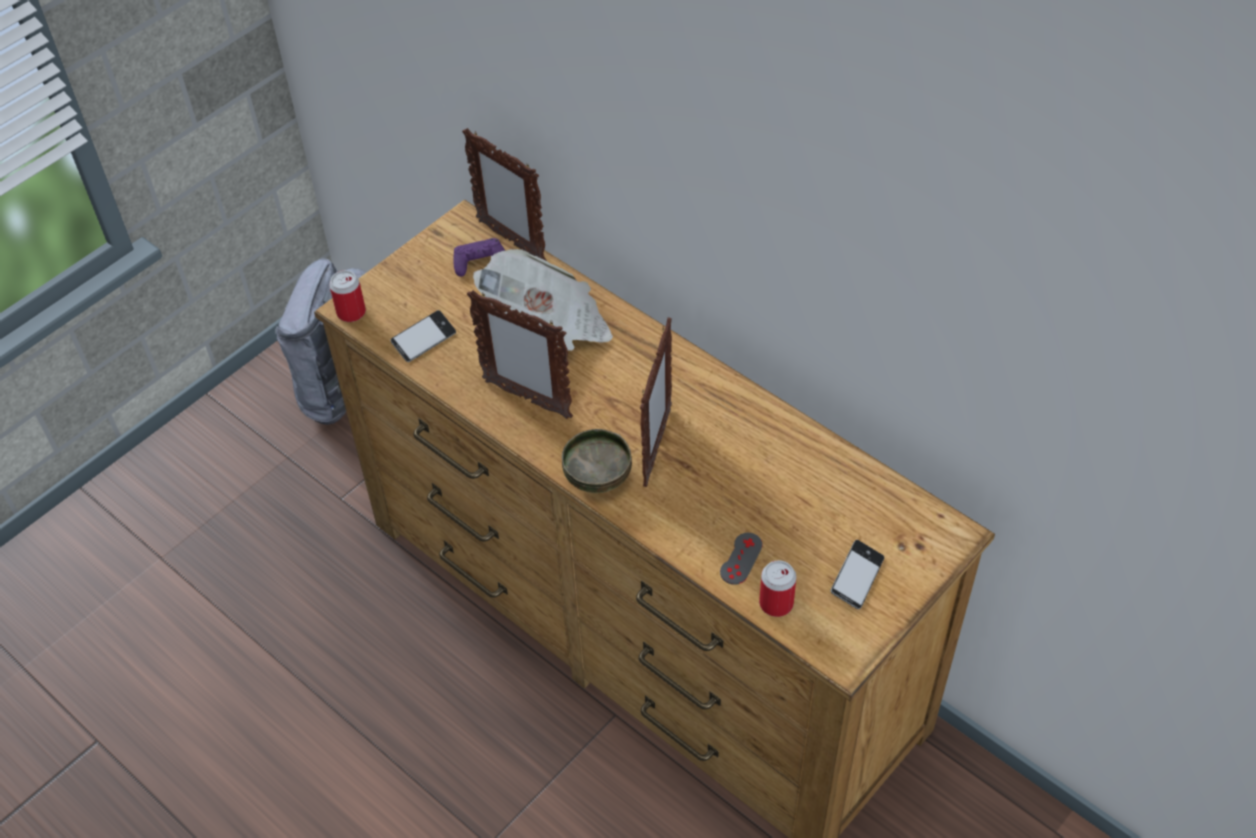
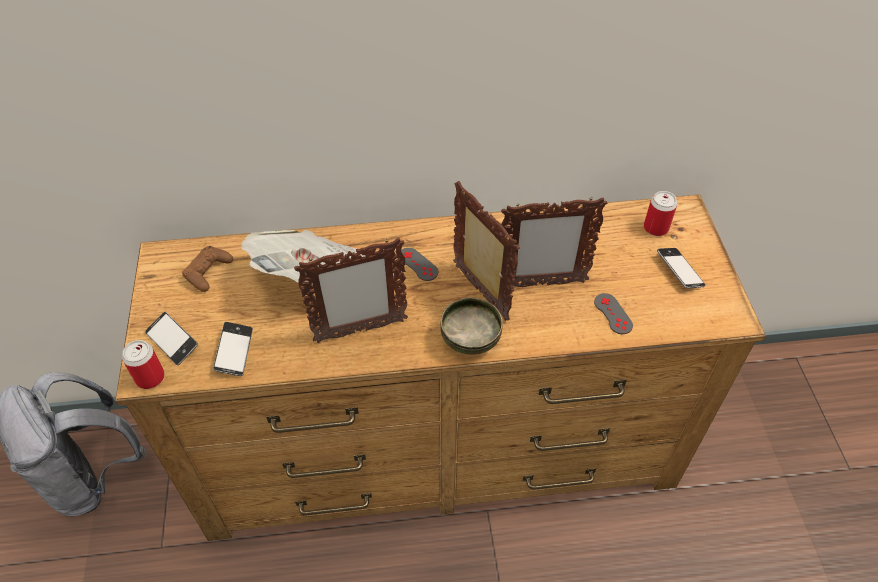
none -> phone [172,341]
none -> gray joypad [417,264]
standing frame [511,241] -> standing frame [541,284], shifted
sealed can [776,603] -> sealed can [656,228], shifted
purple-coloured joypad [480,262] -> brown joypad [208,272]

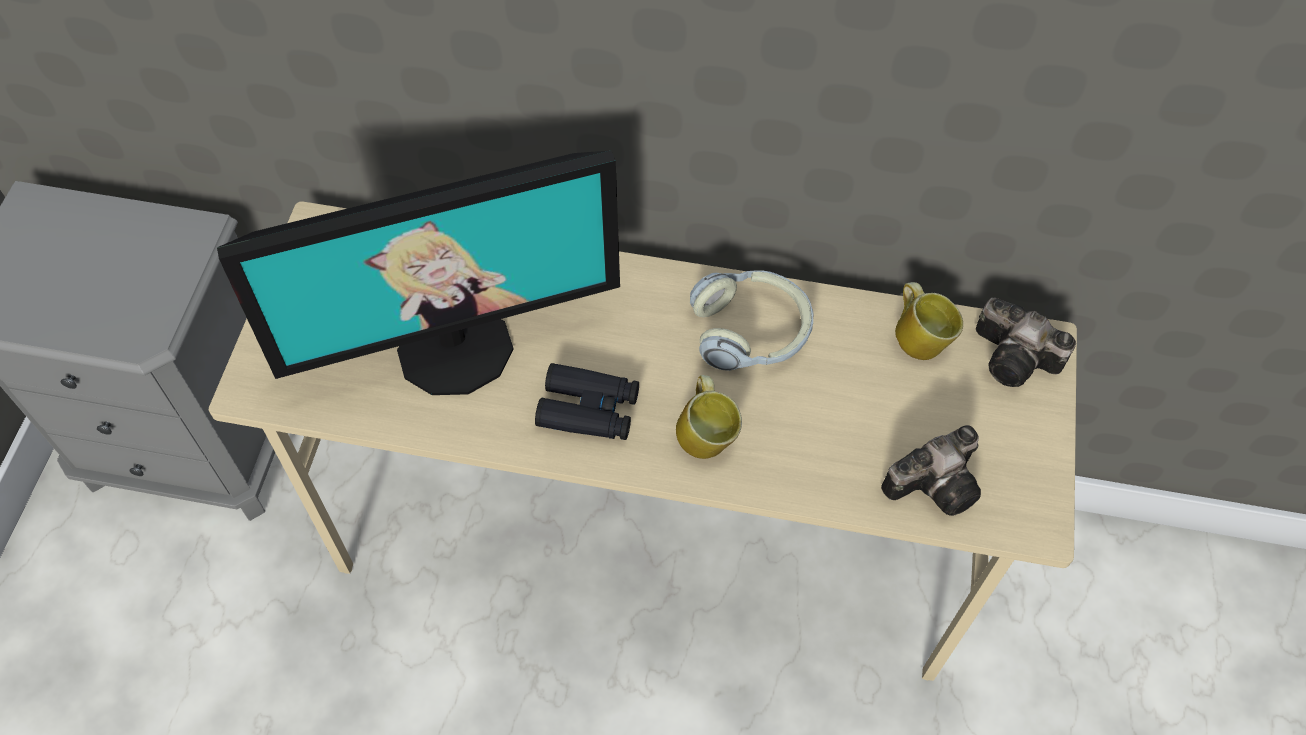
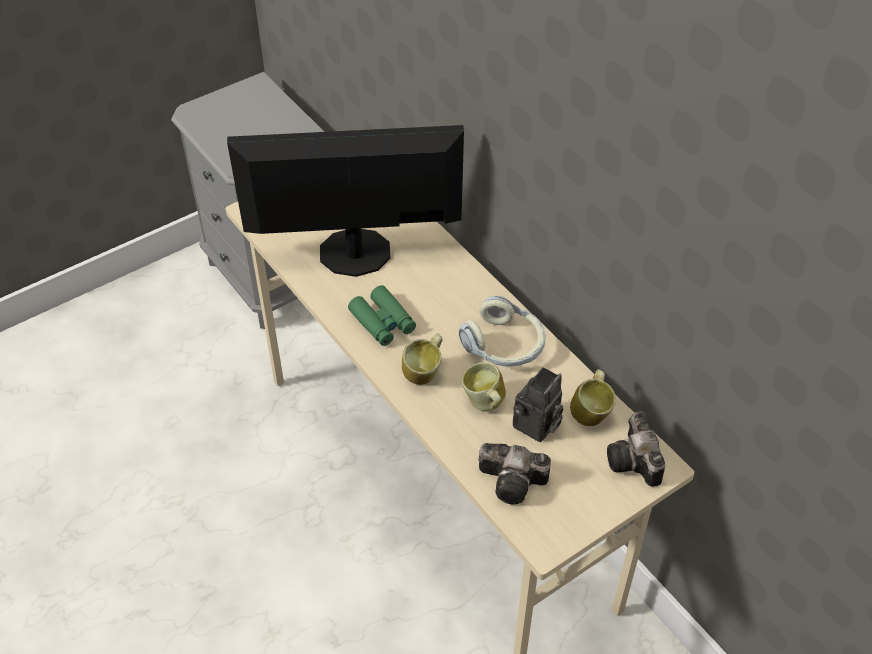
none -> tea mug [484,404]
none -> still camera [536,427]
black field glasses [588,409] -> green field glasses [383,322]
monitor [455,348] -> monitor [354,254], 150 degrees clockwise

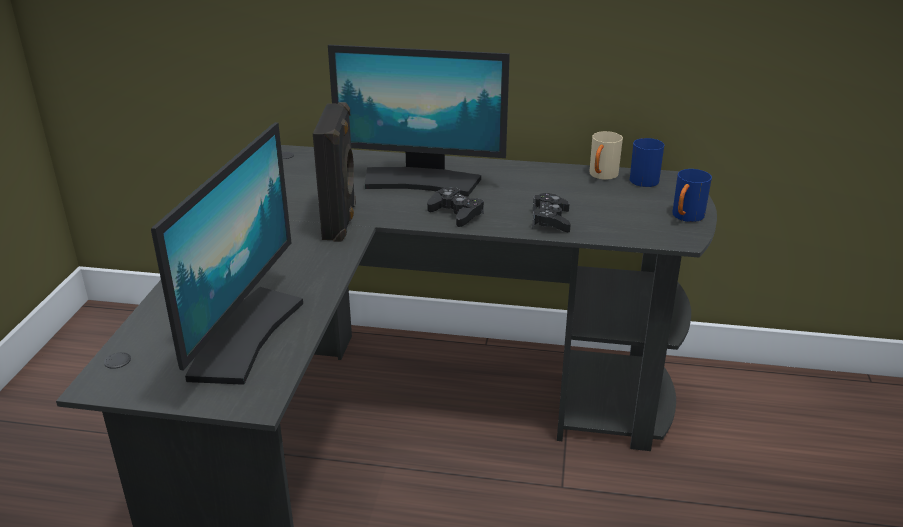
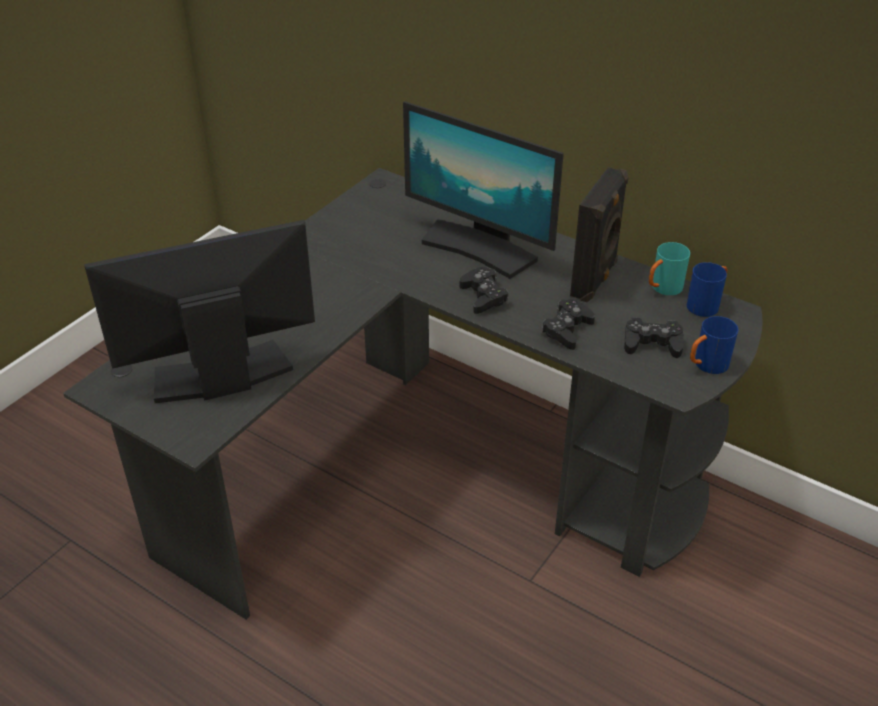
none -> black joypad [652,343]
black loudspeaker [341,222] -> black loudspeaker [595,279], shifted
beige-coloured tea mug [601,176] -> turquoise tea mug [662,289]
monitor [242,336] -> monitor [221,376], 150 degrees counterclockwise

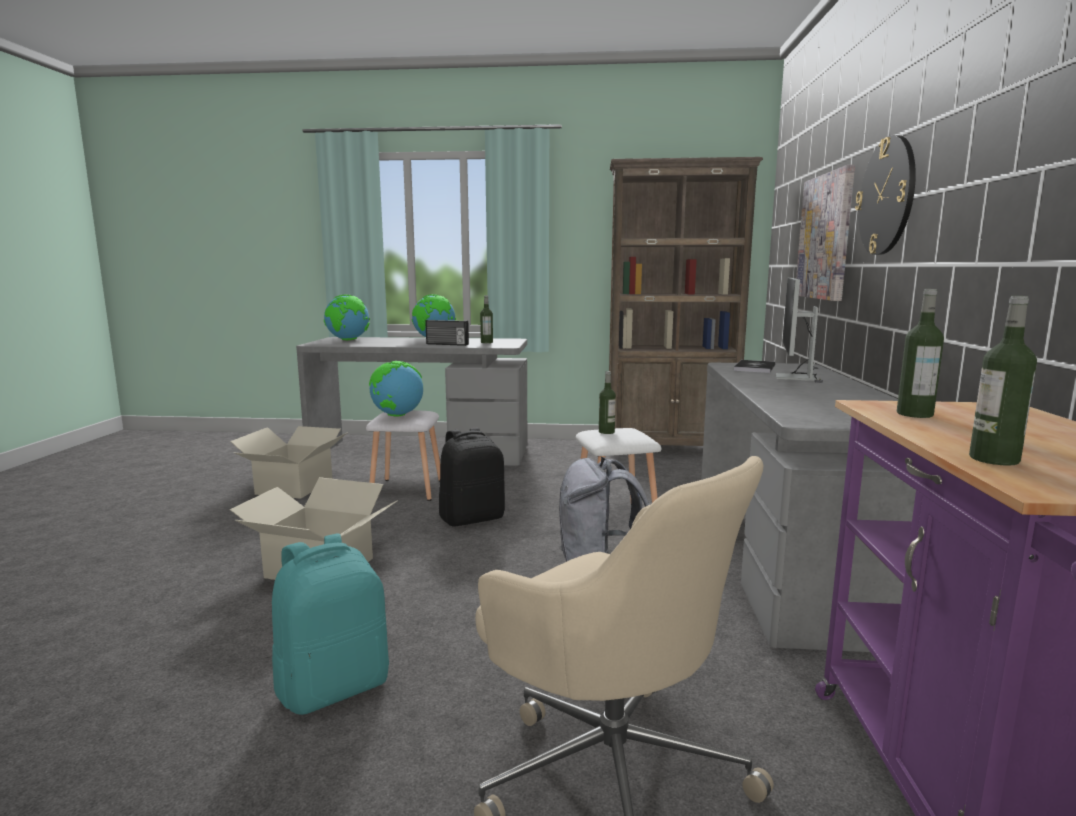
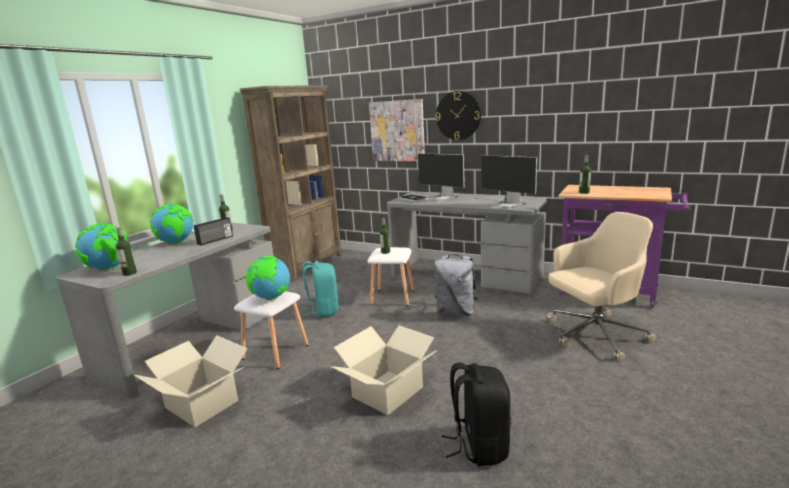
none -> monitor [505,204]
turquoise knapsack [334,686] -> turquoise knapsack [323,311], shifted
black knapsack [472,518] -> black knapsack [479,445], shifted
bottle [994,459] -> bottle [130,273], shifted

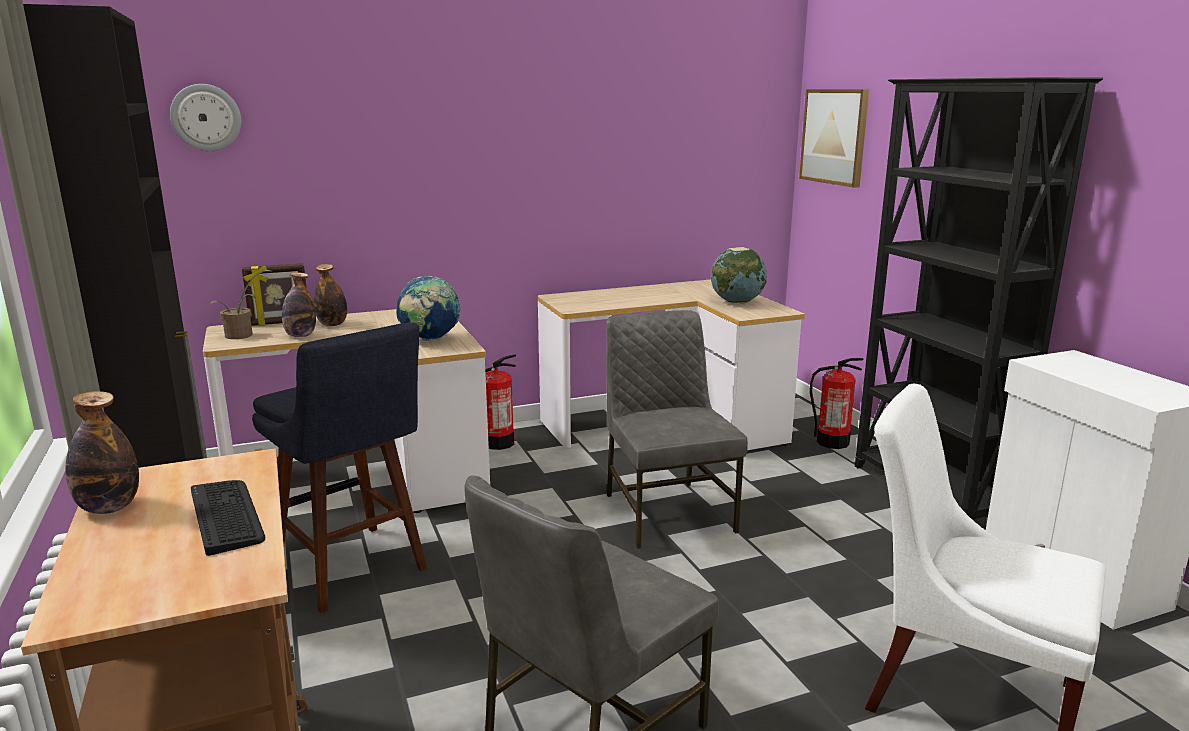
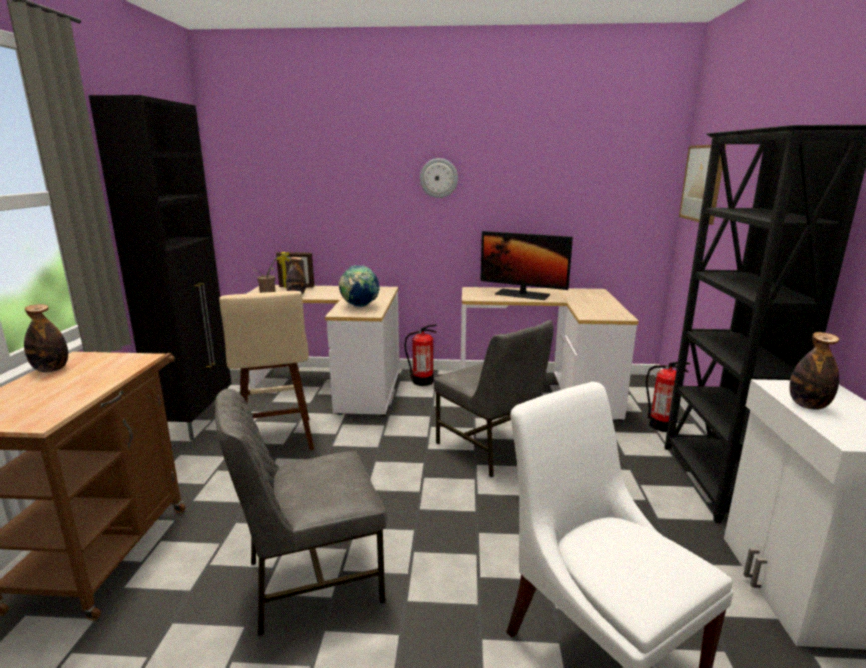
keyboard [227,516] -> none
desk globe [737,302] -> none
none -> monitor [522,294]
wall clock [206,117] -> wall clock [438,178], shifted
bottle [332,324] -> bottle [808,405], shifted
blue sitting stool [354,571] -> beige-coloured sitting stool [276,441]
gray upright chair [667,512] -> gray upright chair [490,449], 135 degrees clockwise

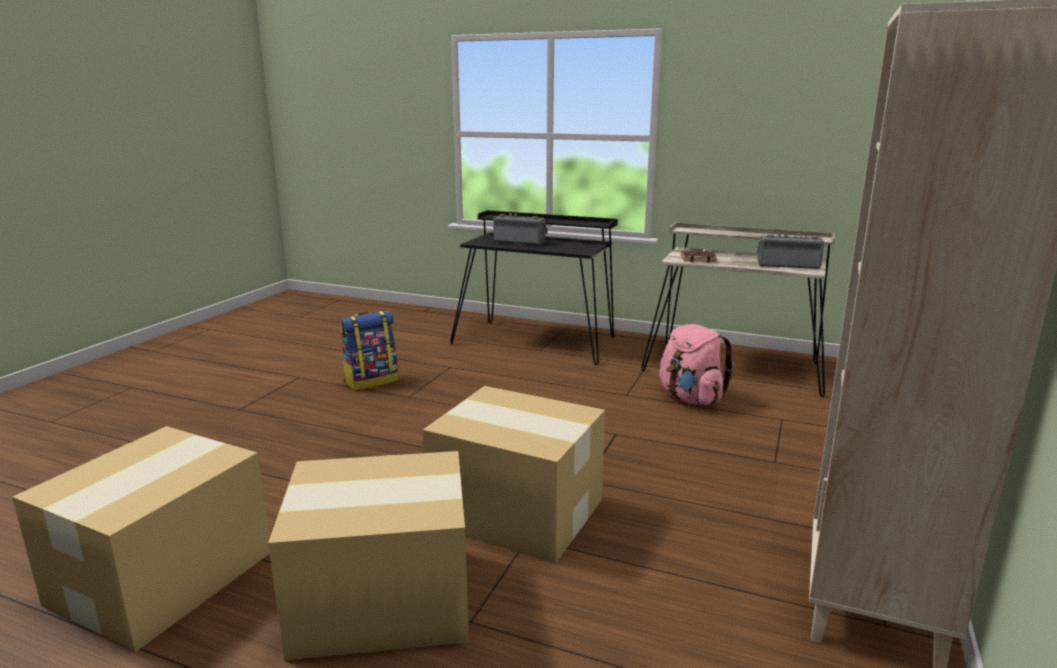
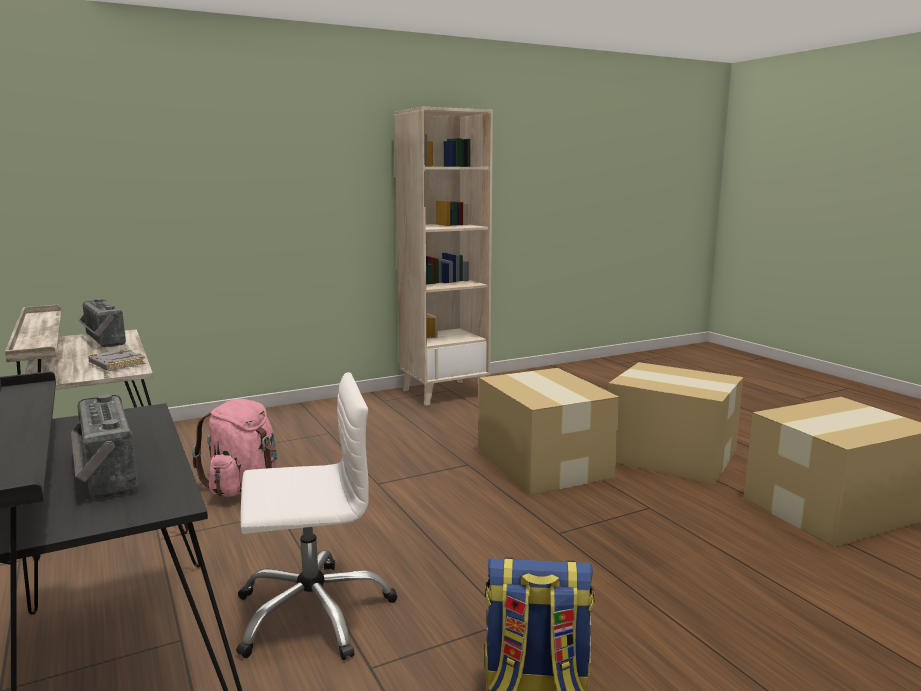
none -> white-coloured desk chair [313,612]
brown book [698,259] -> gray book [116,364]

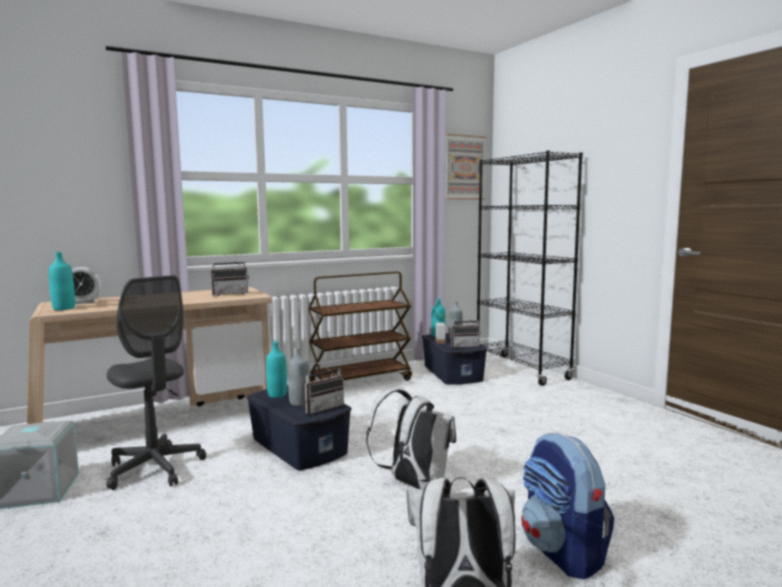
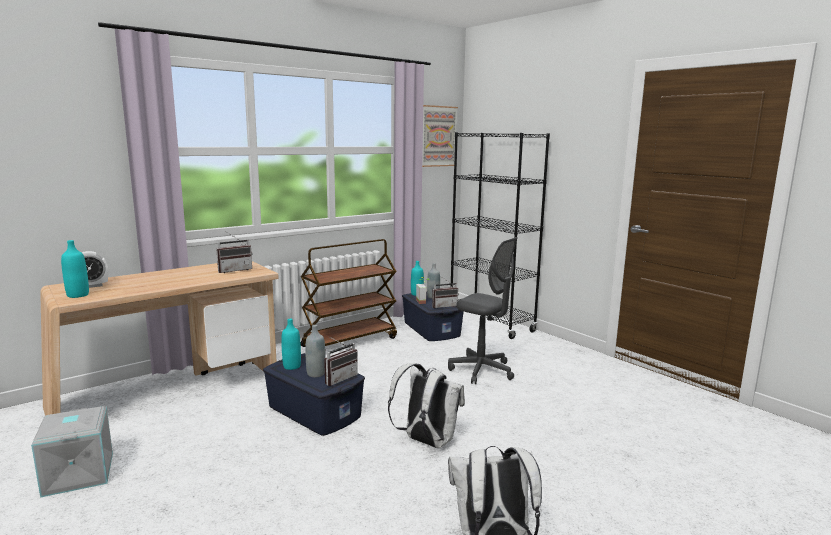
knapsack [563,552] -> none
gray desk chair [155,468] -> gray desk chair [481,370], shifted

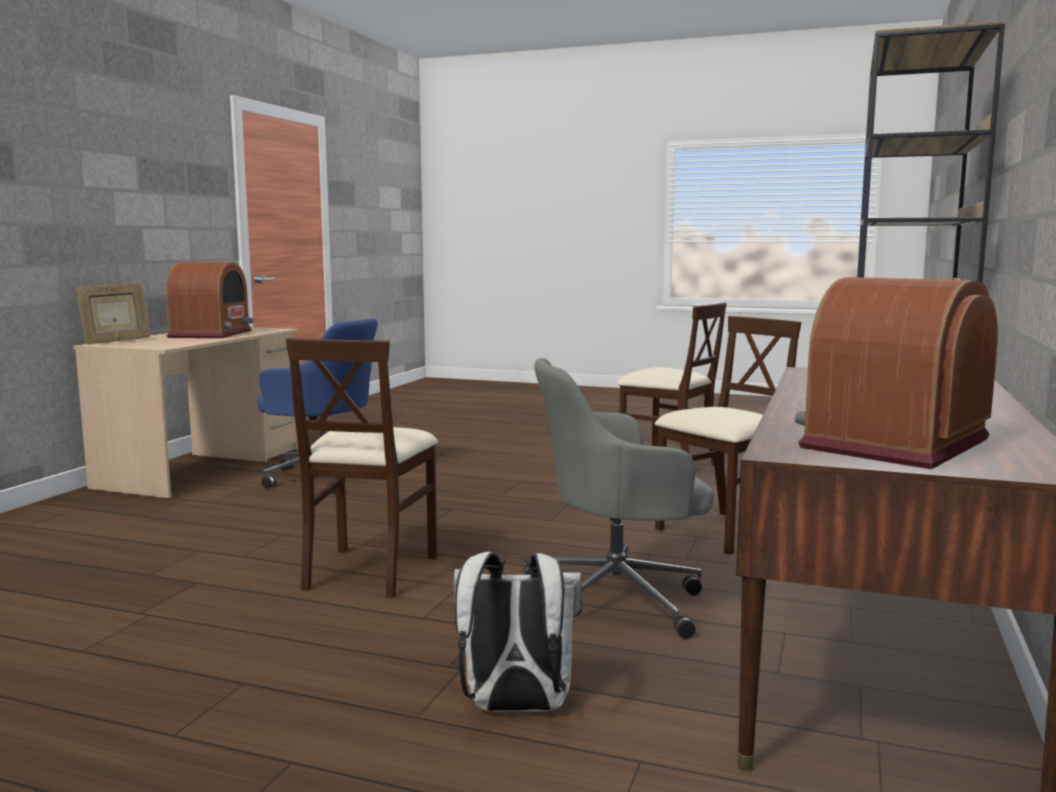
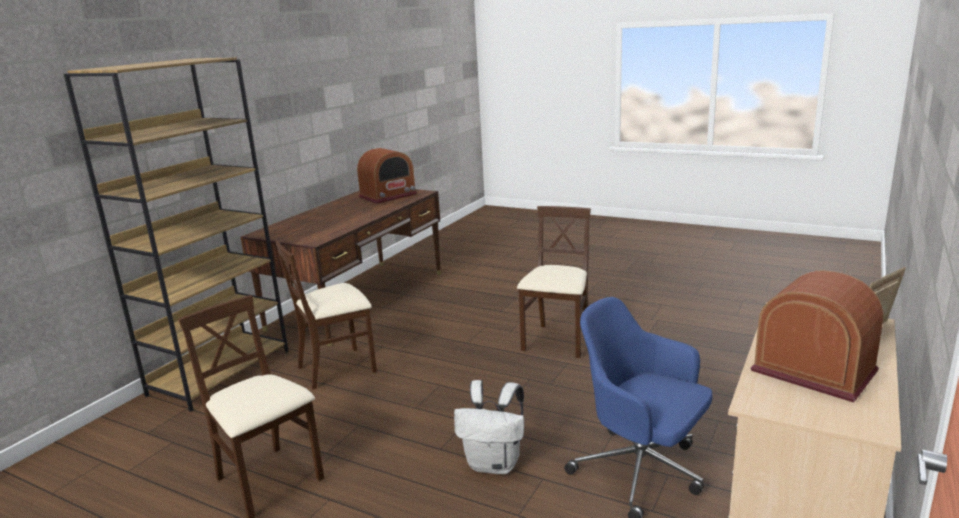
gray desk chair [618,599] -> none
white-coloured knapsack [515,708] -> white-coloured knapsack [495,464], shifted
radio set [211,334] -> radio set [813,370], 120 degrees clockwise

